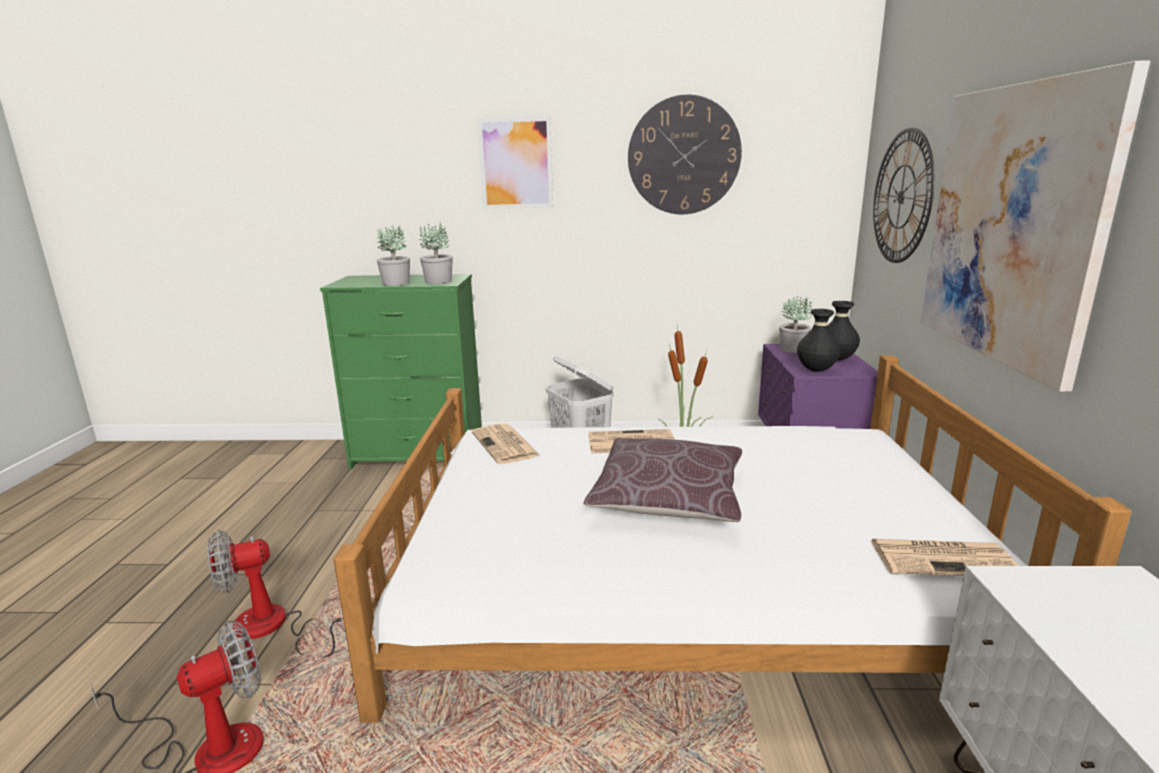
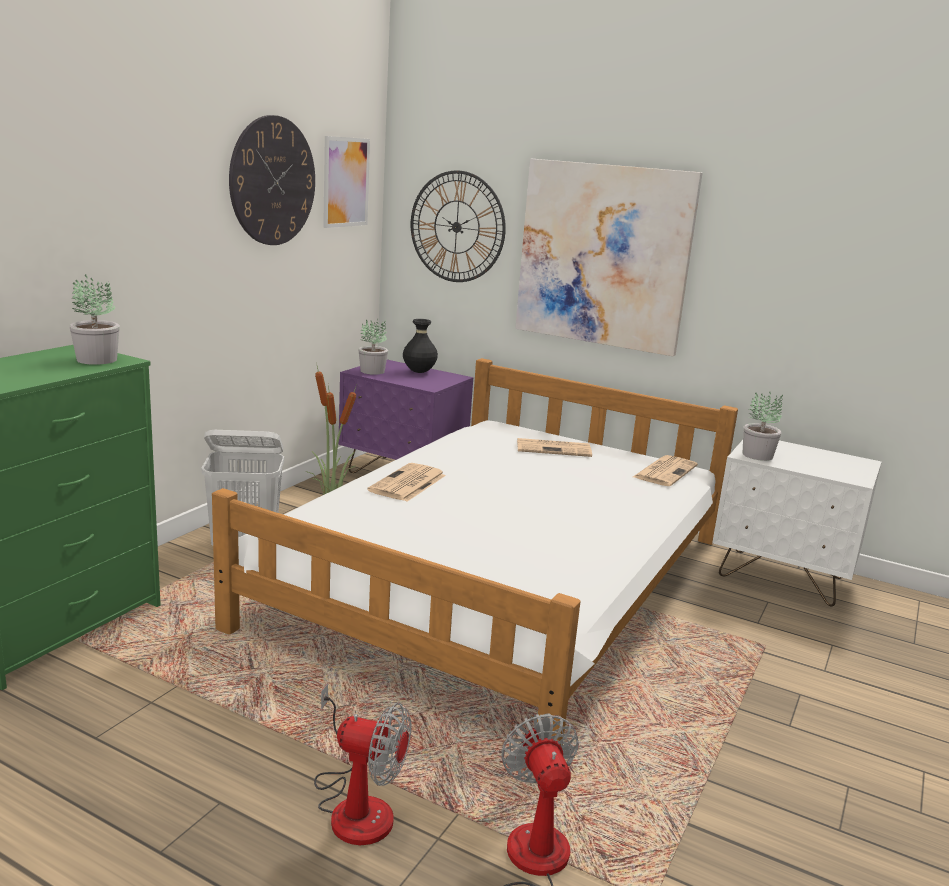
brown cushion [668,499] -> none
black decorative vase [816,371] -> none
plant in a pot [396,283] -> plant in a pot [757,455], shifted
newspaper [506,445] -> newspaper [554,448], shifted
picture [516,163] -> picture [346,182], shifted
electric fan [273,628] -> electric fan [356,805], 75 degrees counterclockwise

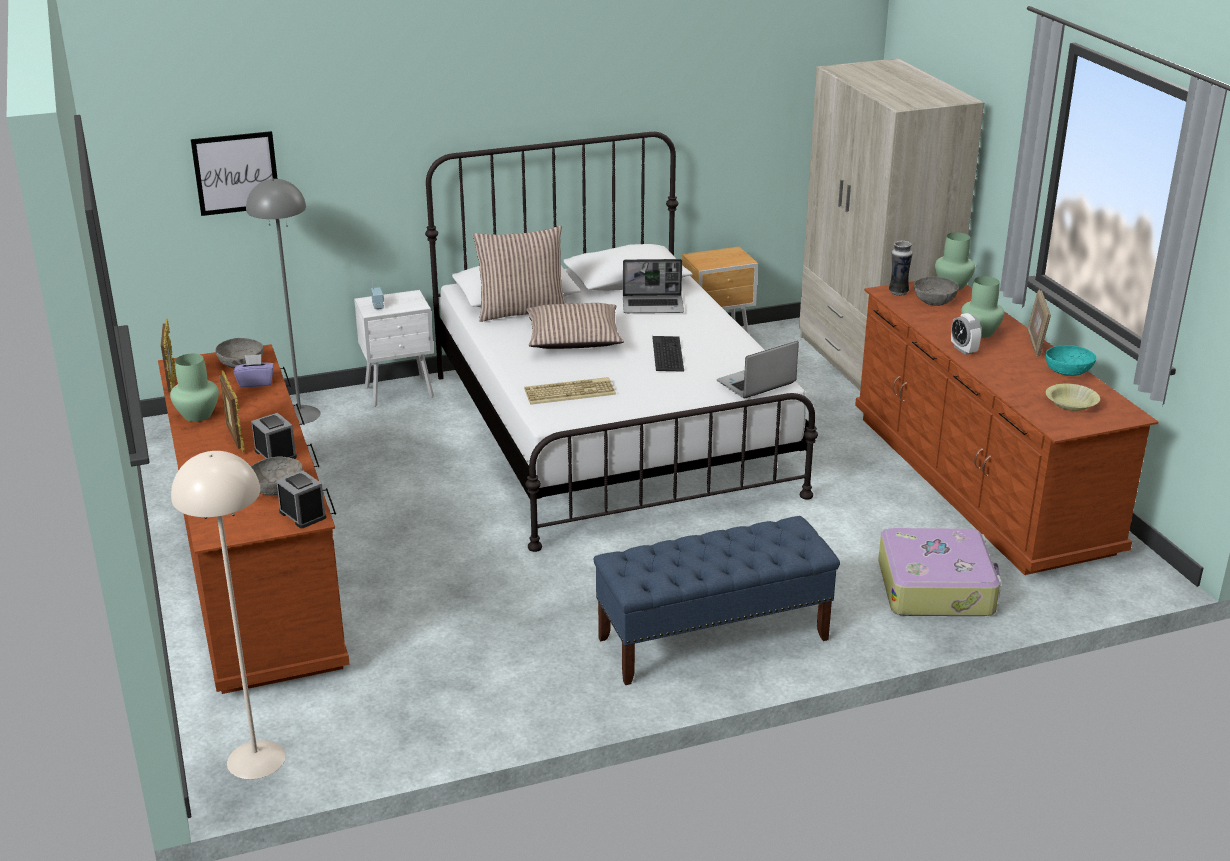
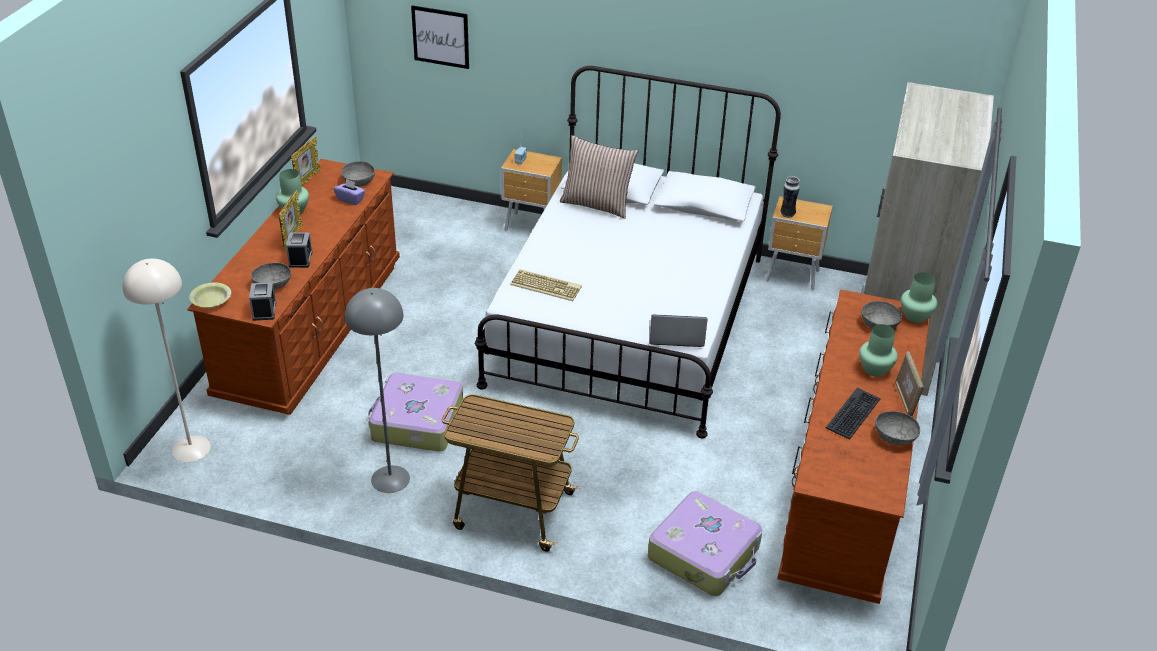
cushion [573,338] -> none
portable computer [653,306] -> none
alarm clock [963,350] -> none
none -> piece of luggage [416,422]
gray standard lamp [299,415] -> gray standard lamp [390,479], shifted
keyboard [668,354] -> keyboard [853,414], shifted
decorative vase [898,292] -> decorative vase [787,214], shifted
yellow-coloured deep dish [1071,404] -> yellow-coloured deep dish [211,301], shifted
blue bench [712,639] -> cart [512,510]
white-coloured night table [401,393] -> brown night table [532,227]
turquoise deep dish [1068,371] -> gray deep dish [895,437]
standing frame [1035,344] -> standing frame [905,400], 45 degrees counterclockwise

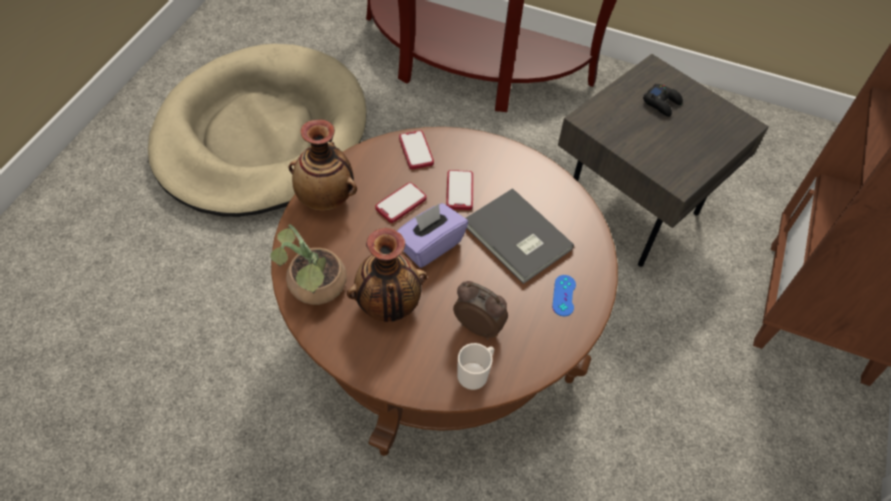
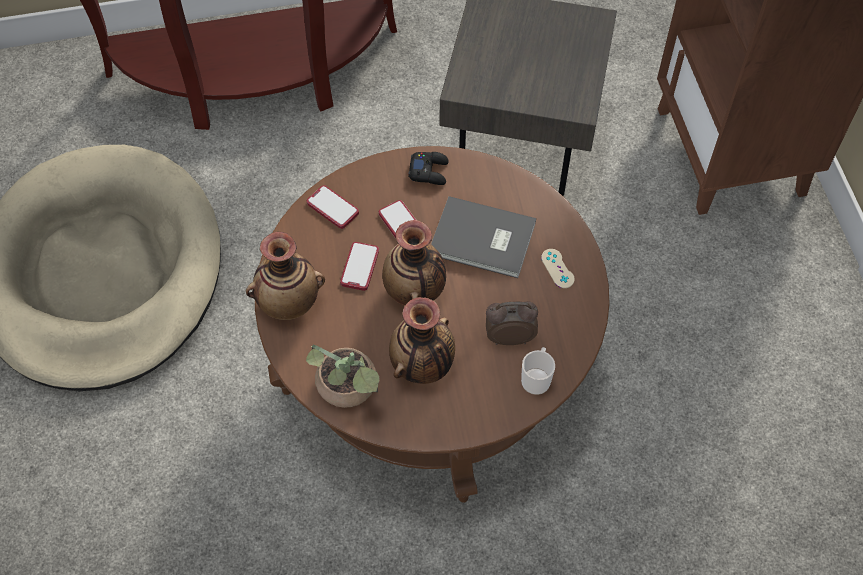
black joypad [662,103] -> black joypad [429,171], shifted
purple-coloured tissue box [429,245] -> decorative vase [415,291]
blue joypad [564,295] -> beige-coloured joypad [557,268]

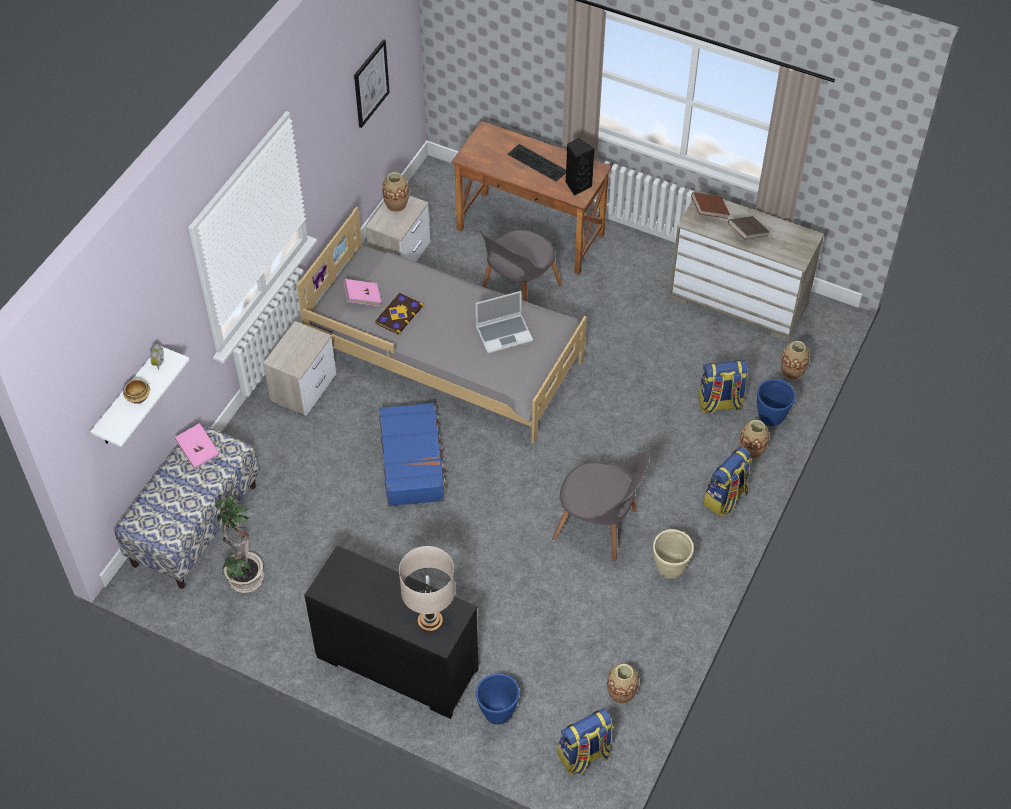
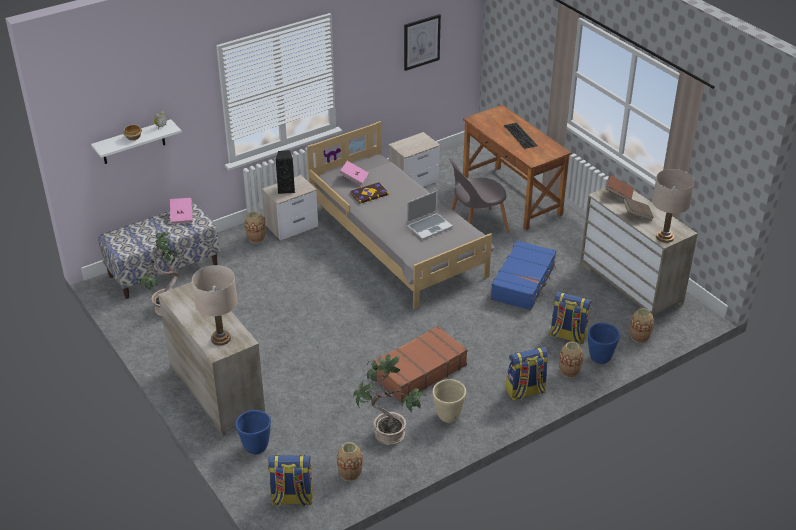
none -> plant in a pot [388,435]
none -> beige-coloured tabletop lamp [665,237]
blue piece of luggage [413,461] -> blue piece of luggage [523,282], shifted
decorative vase [396,205] -> decorative vase [256,238], shifted
black loudspeaker [577,185] -> black loudspeaker [286,189], shifted
gray upright chair [598,526] -> brown piece of luggage [419,371]
black chest of drawers [396,664] -> beige-coloured chest of drawers [216,391]
portable computer [504,334] -> portable computer [429,226], 45 degrees counterclockwise

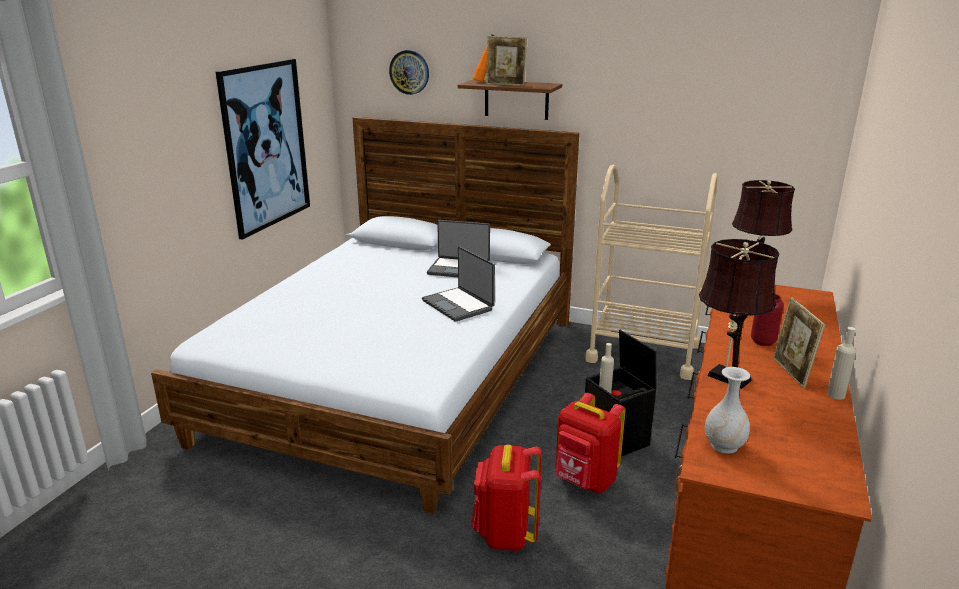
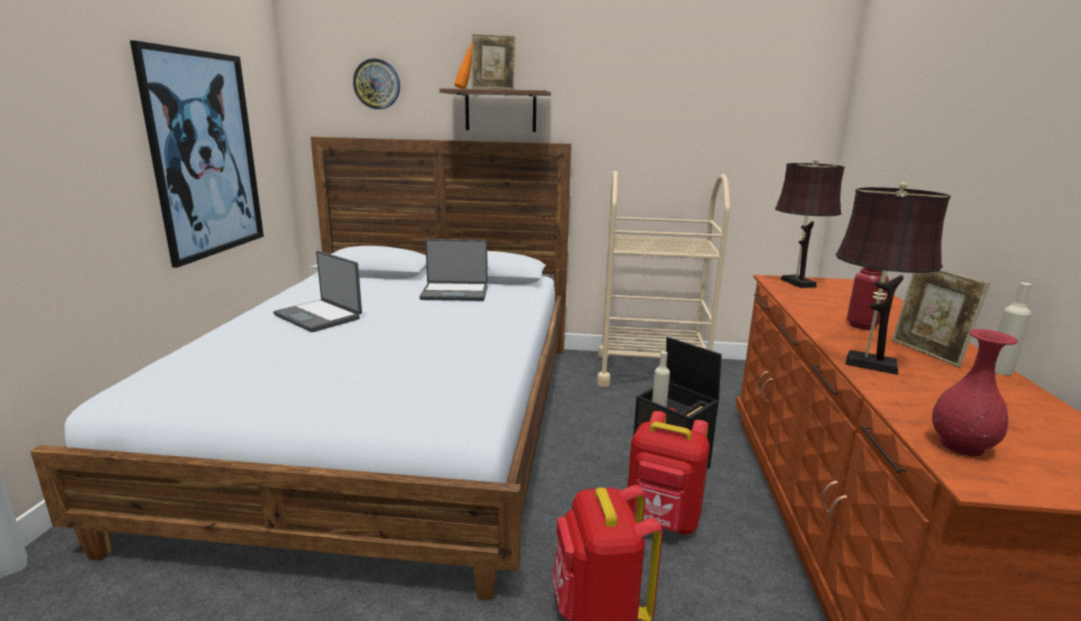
portable computer [459,305] -> portable computer [319,316], shifted
white-coloured decorative vase [724,446] -> red-coloured decorative vase [962,446]

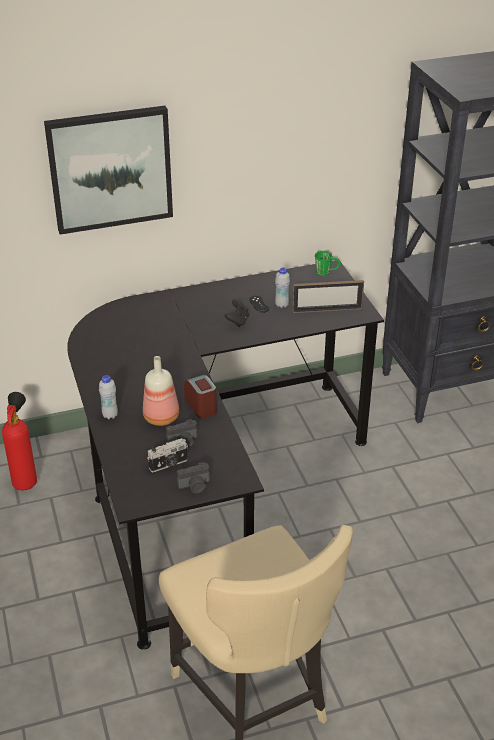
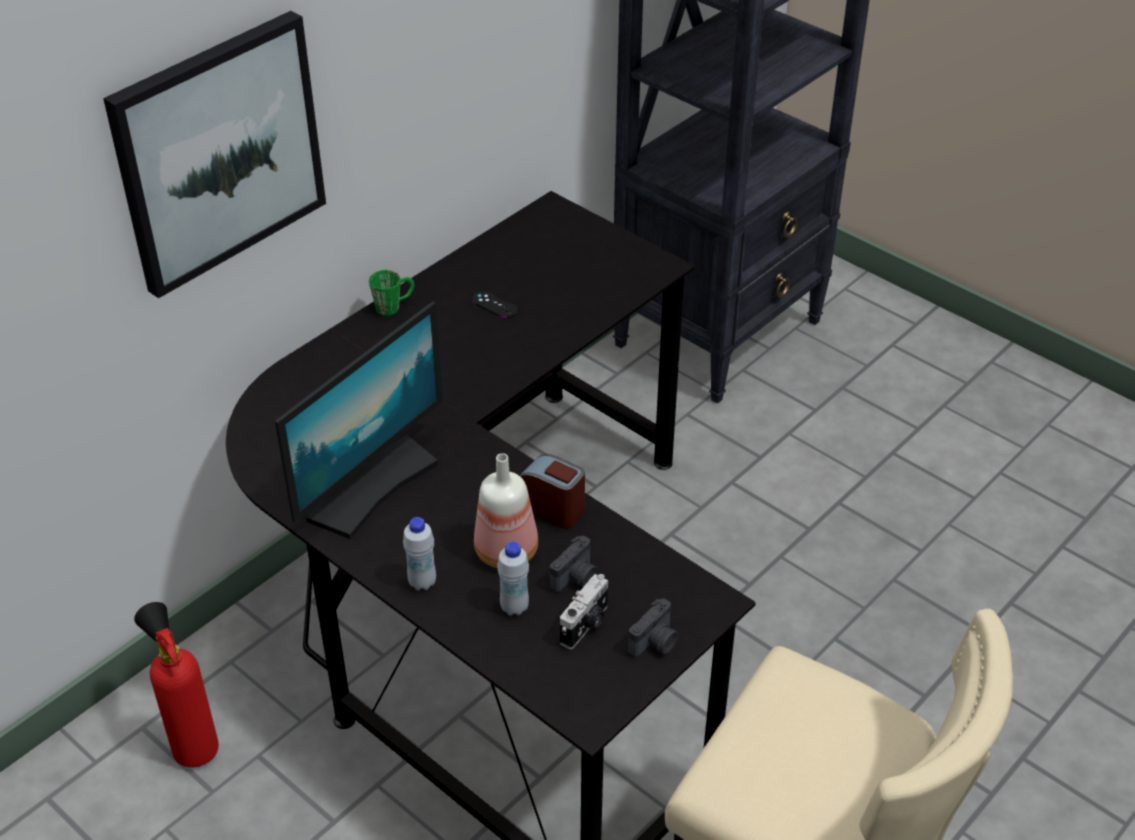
black joypad [237,321] -> none
standing frame [327,310] -> none
none -> monitor [370,486]
white-coloured bottle [281,305] -> white-coloured bottle [514,607], shifted
green tea mug [327,272] -> green tea mug [394,306], shifted

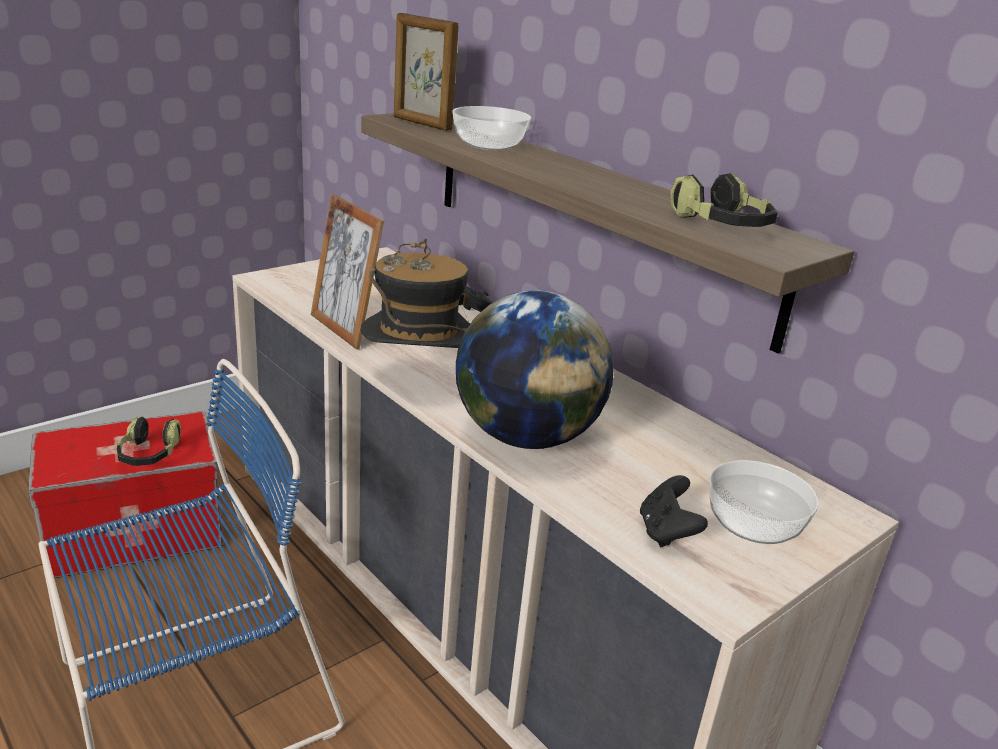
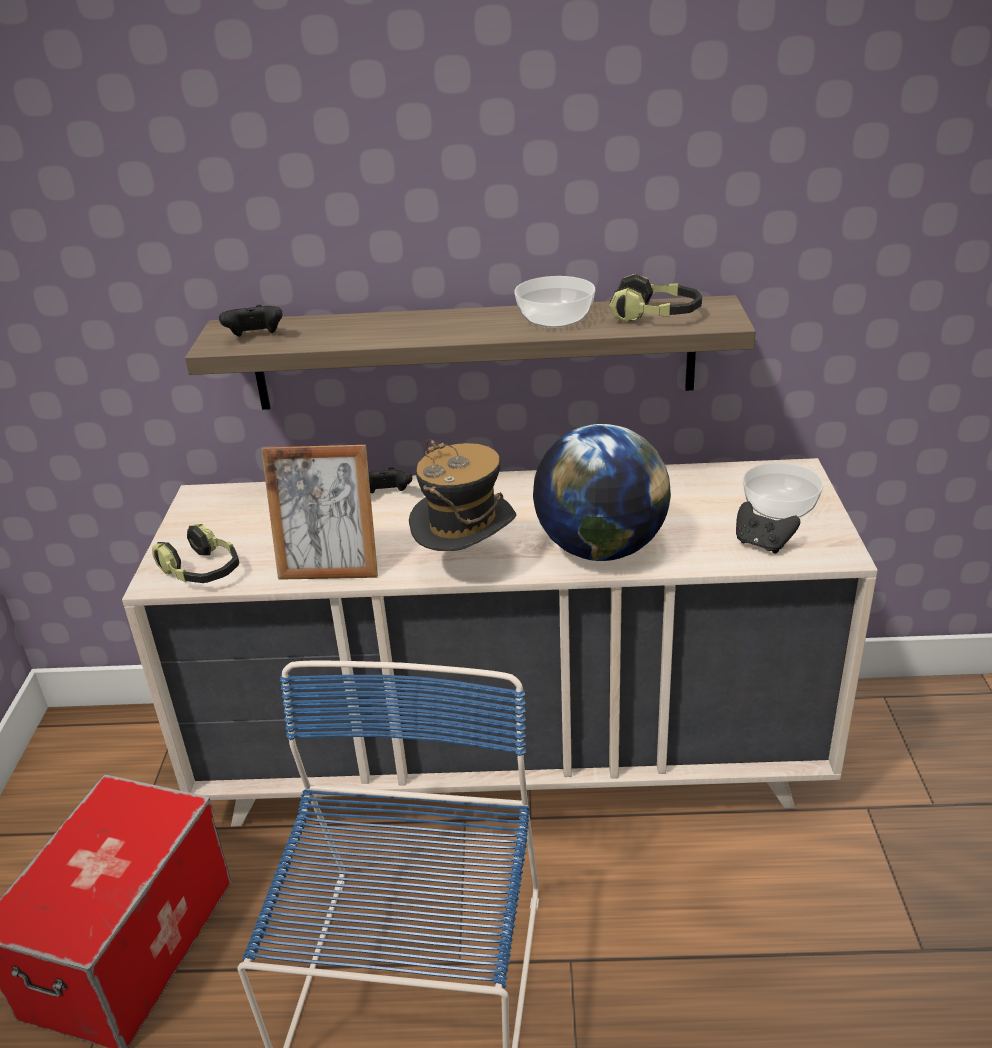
pair of headphones [149,455] -> pair of headphones [202,572], shifted
deep dish [488,145] -> deep dish [554,319], shifted
standing frame [421,123] -> black joypad [255,338]

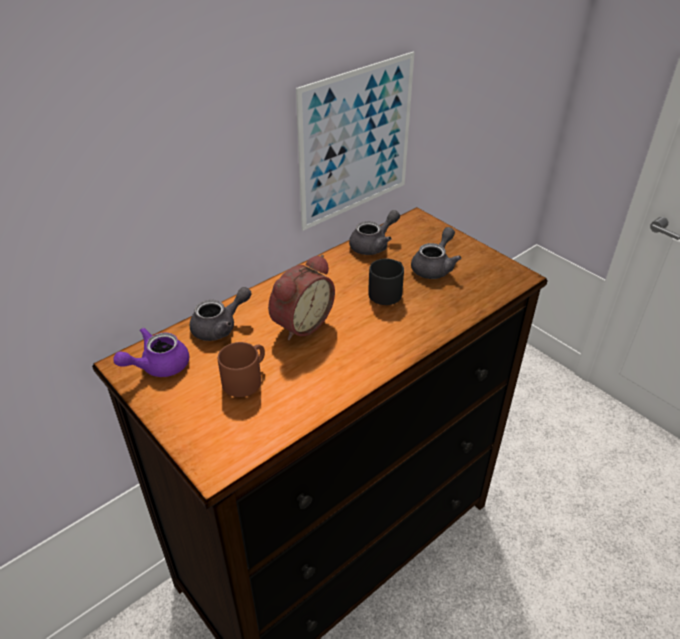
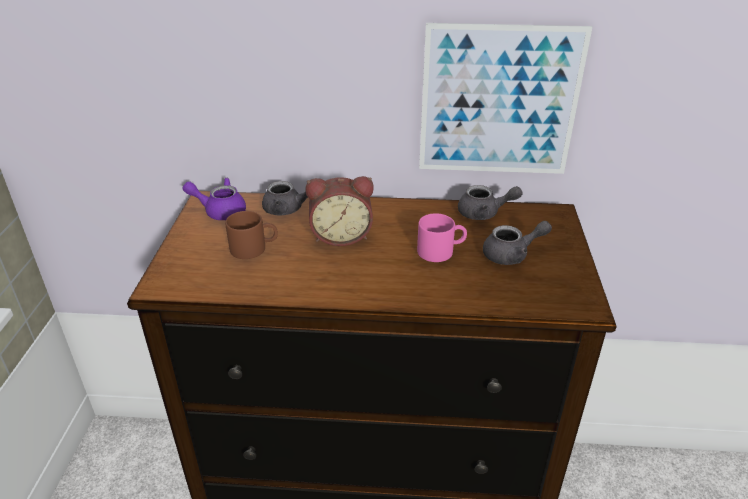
black tea mug [387,291] -> pink tea mug [441,250]

